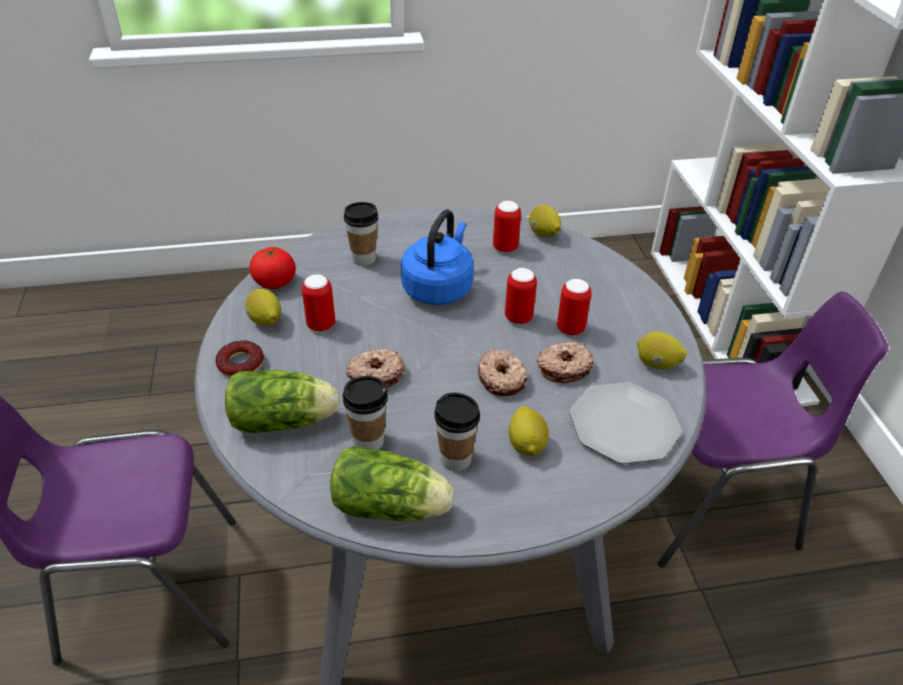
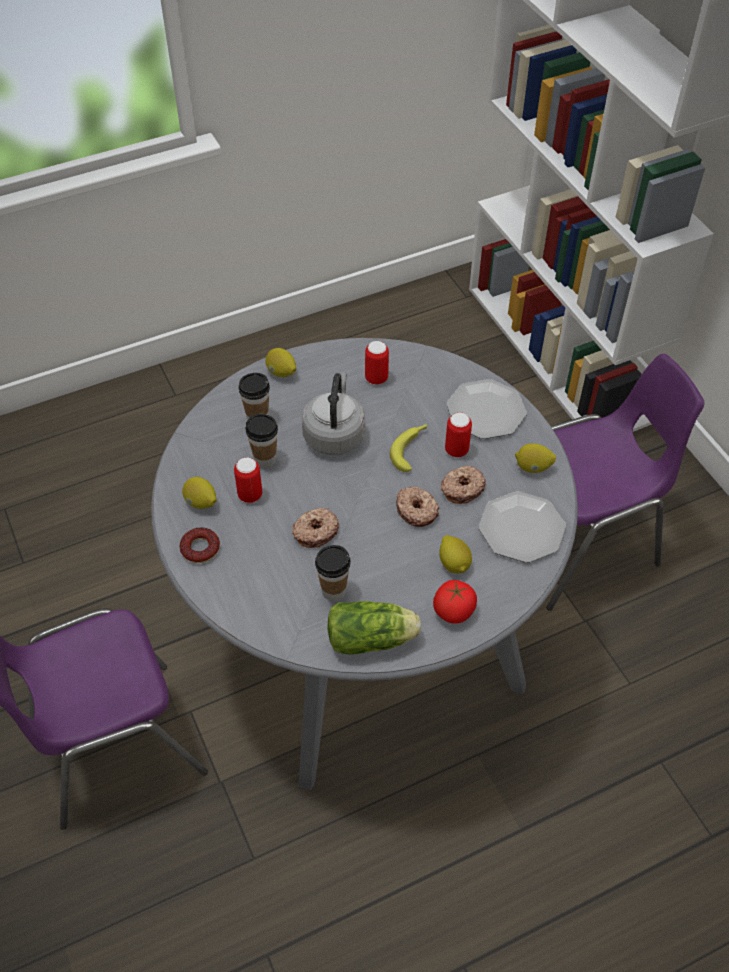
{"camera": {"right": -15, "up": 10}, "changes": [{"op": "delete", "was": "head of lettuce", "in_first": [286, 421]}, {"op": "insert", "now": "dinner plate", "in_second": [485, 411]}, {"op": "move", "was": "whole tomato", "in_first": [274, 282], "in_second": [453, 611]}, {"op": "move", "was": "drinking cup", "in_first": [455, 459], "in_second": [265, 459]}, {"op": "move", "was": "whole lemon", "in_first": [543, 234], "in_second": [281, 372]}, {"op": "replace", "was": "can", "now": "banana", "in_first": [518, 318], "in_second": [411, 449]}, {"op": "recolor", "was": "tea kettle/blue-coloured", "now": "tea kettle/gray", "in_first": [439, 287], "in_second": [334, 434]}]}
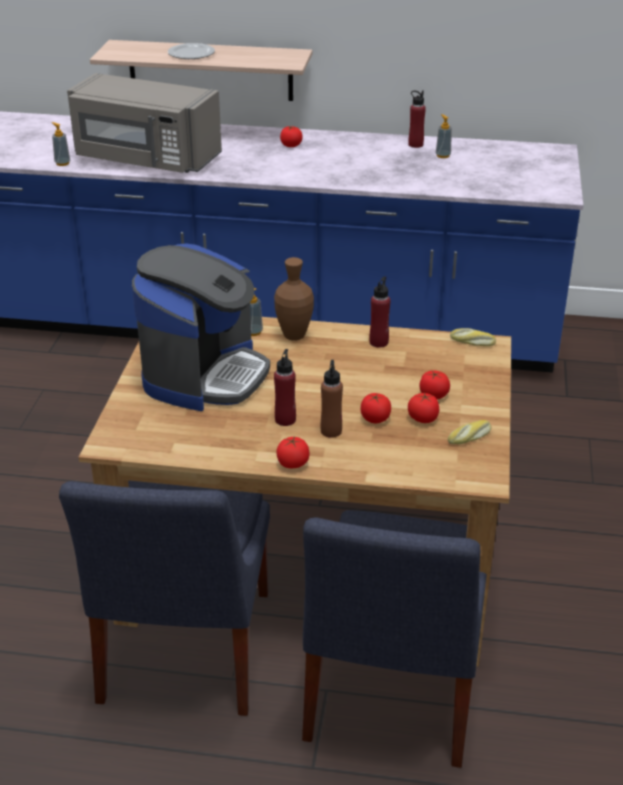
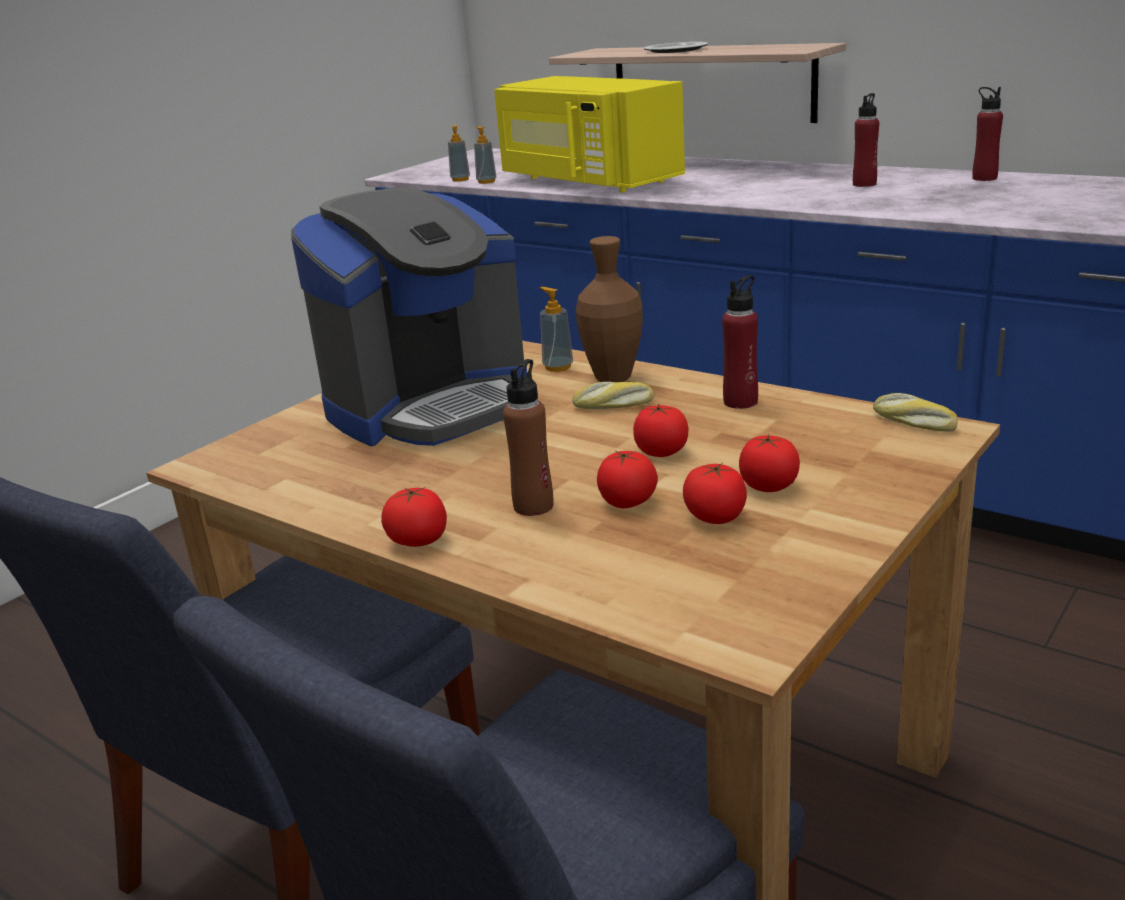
{"camera": {"right": 30, "up": -10}, "changes": [{"op": "move", "was": "drink bottle/red-coloured", "in_first": [285, 419], "in_second": [864, 184]}, {"op": "move", "was": "whole tomato", "in_first": [291, 145], "in_second": [661, 452]}, {"op": "move", "was": "liquid soap bottle", "in_first": [443, 155], "in_second": [460, 179]}, {"op": "move", "was": "bakery bread", "in_first": [470, 437], "in_second": [613, 405]}, {"op": "recolor", "was": "microwave oven/gray", "now": "microwave oven/yellow-coloured", "in_first": [146, 159], "in_second": [587, 181]}]}
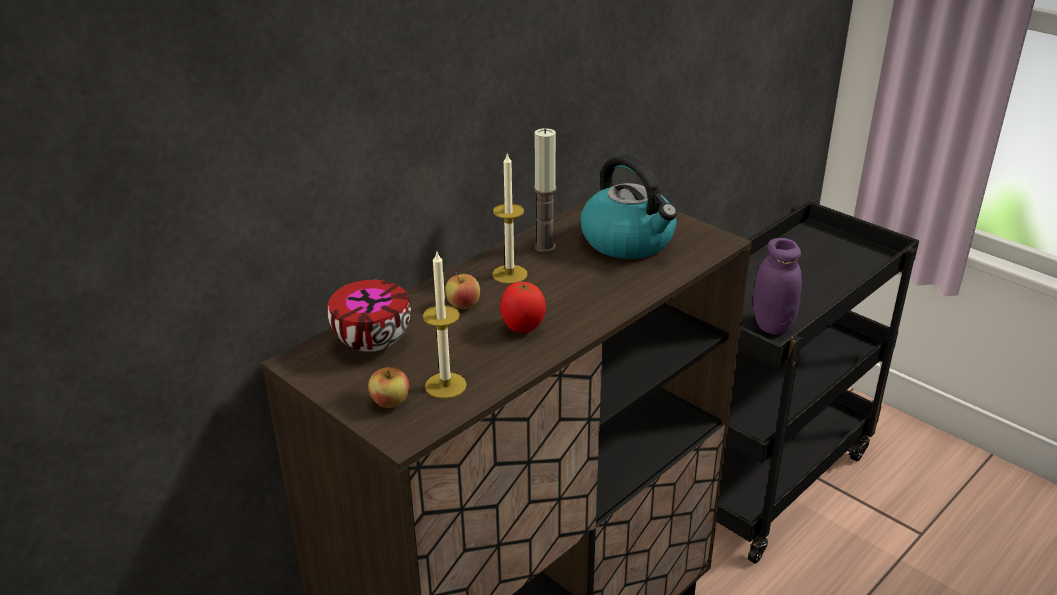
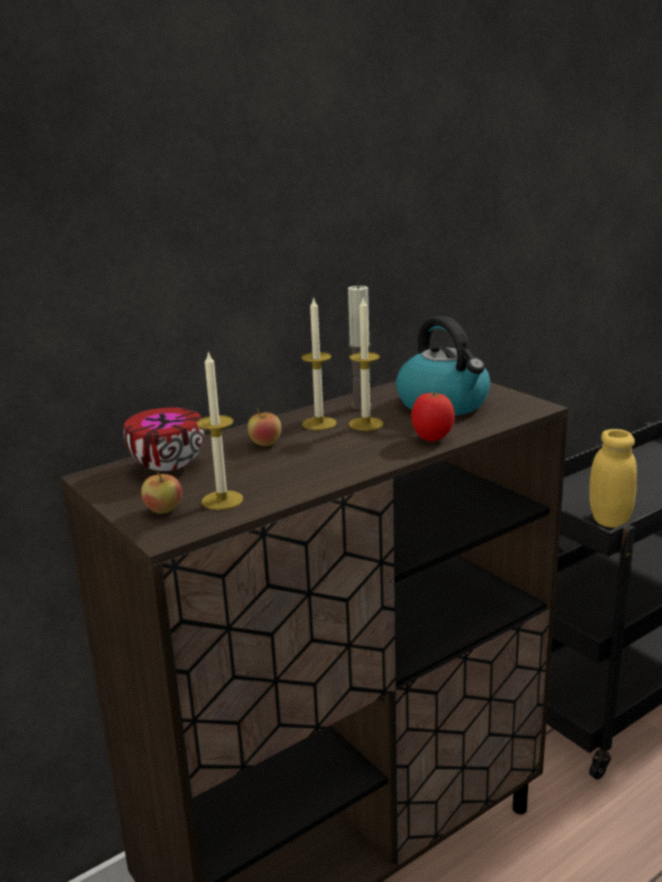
{"camera": {"right": 10, "up": -10}, "changes": [{"op": "insert", "now": "wax light", "in_second": [366, 424]}, {"op": "move", "was": "whole tomato", "in_first": [522, 328], "in_second": [432, 439]}, {"op": "recolor", "was": "storage jar/purple-coloured", "now": "storage jar/yellow-coloured", "in_first": [772, 325], "in_second": [609, 520]}]}
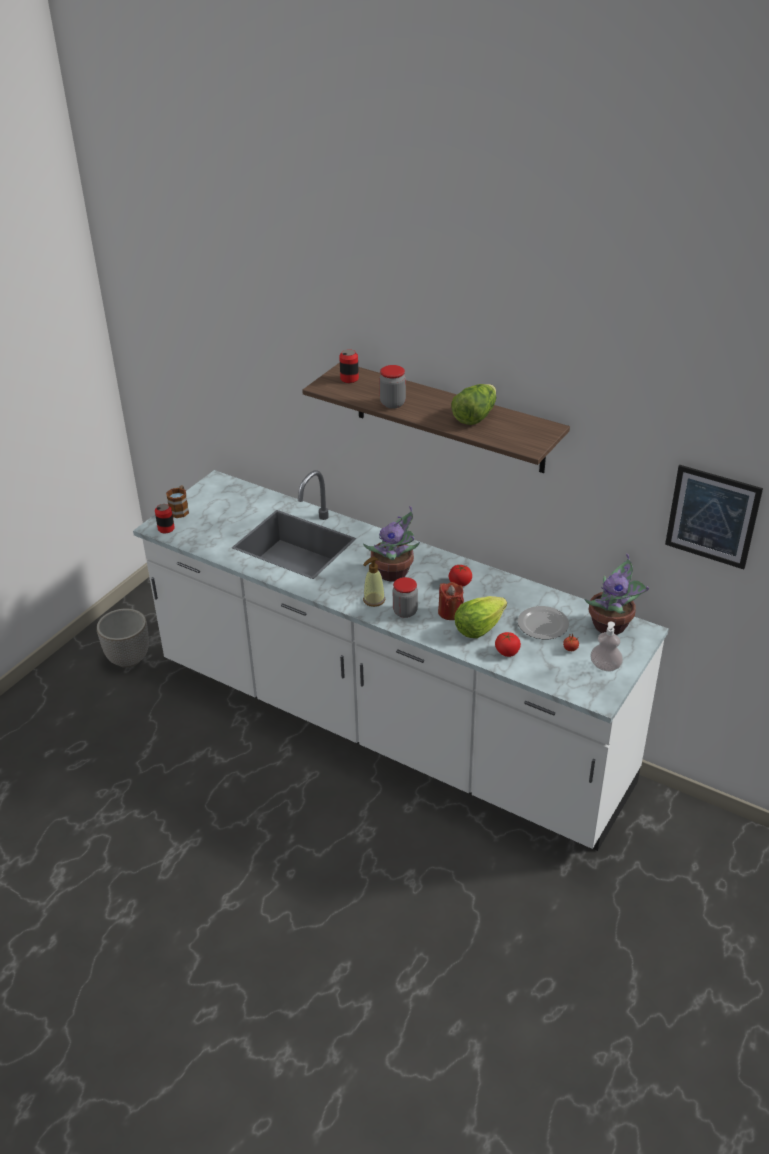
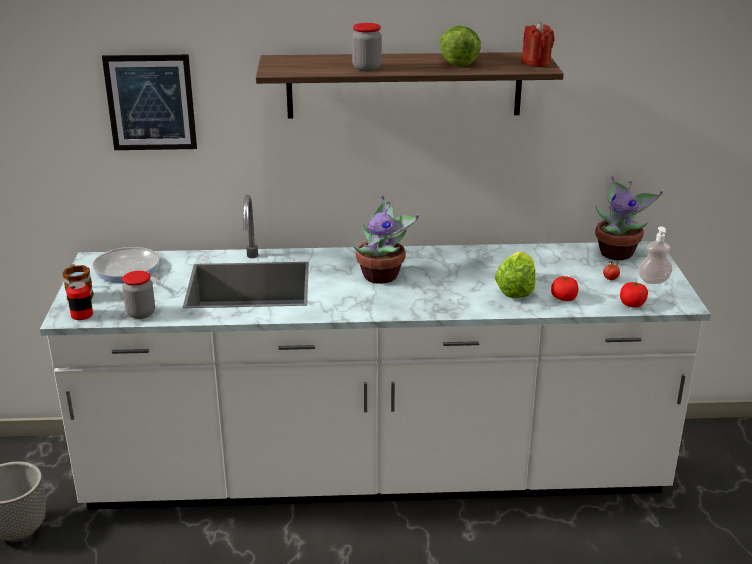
{"camera": {"right": -35, "up": -10}, "changes": [{"op": "delete", "was": "can", "in_first": [349, 379]}, {"op": "delete", "was": "liquid soap bottle", "in_first": [374, 600]}, {"op": "delete", "was": "dinner plate", "in_first": [542, 625]}, {"op": "insert", "now": "pan", "in_second": [129, 271]}, {"op": "move", "was": "storage jar", "in_first": [405, 612], "in_second": [141, 313]}, {"op": "move", "was": "wax light/red-coloured", "in_first": [450, 612], "in_second": [536, 63]}, {"op": "move", "was": "whole tomato", "in_first": [460, 583], "in_second": [632, 304]}, {"op": "move", "was": "wall picture", "in_first": [712, 516], "in_second": [150, 102]}]}
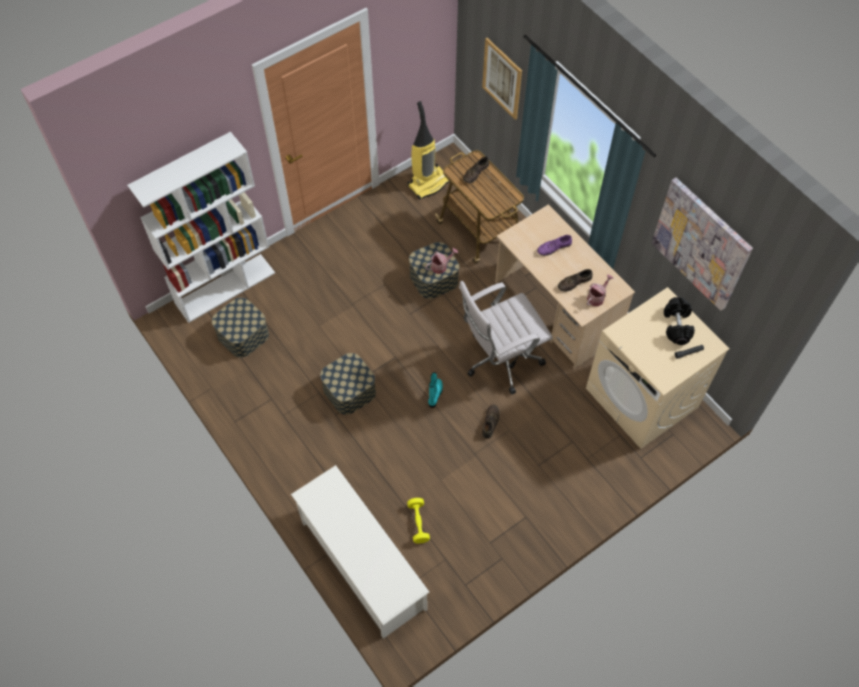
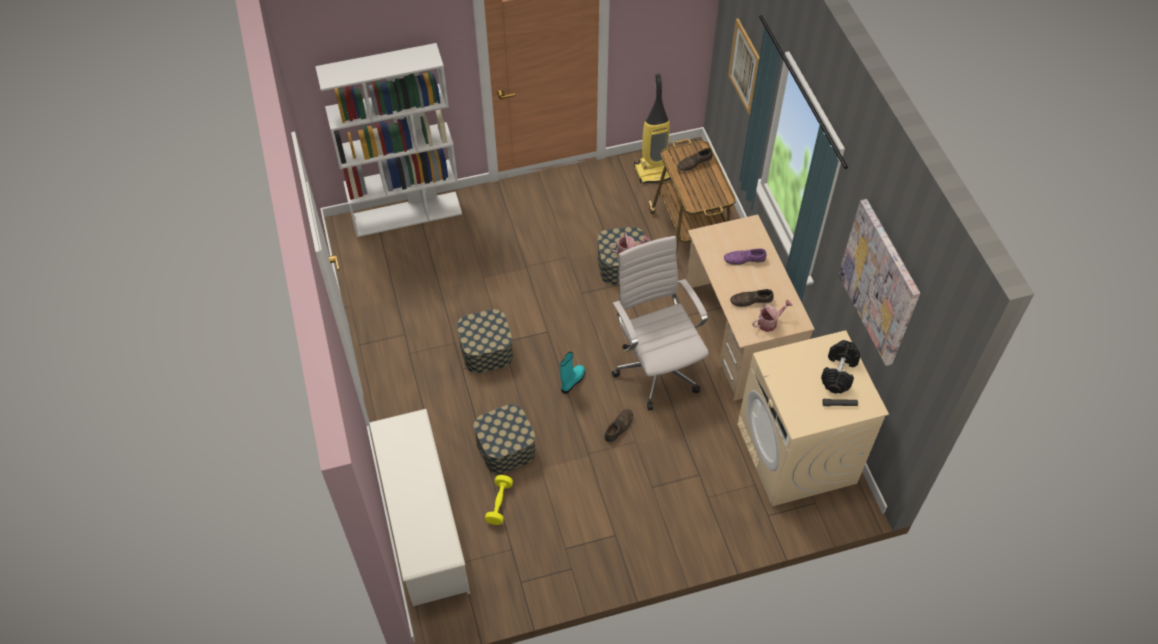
{"camera": {"right": 20, "up": -5}, "changes": [{"op": "move", "was": "storage bin", "in_first": [243, 335], "in_second": [505, 447]}, {"op": "rotate", "was": "desk chair/whitish", "in_first": [499, 360], "in_second": [656, 368], "clockwise": 75}]}
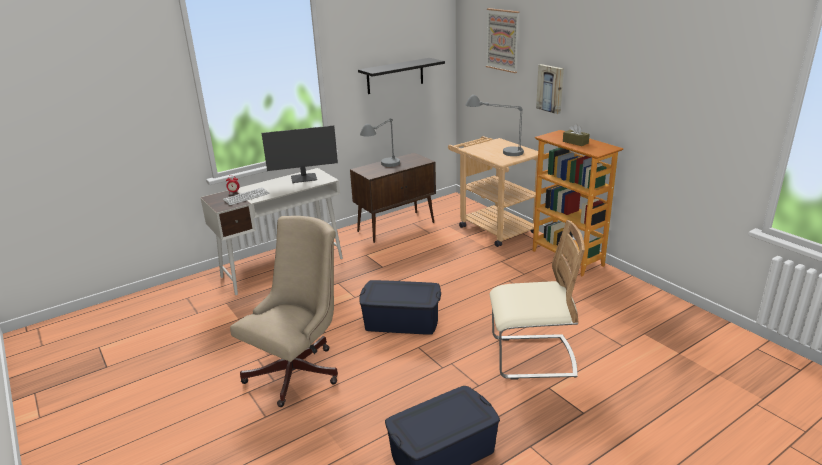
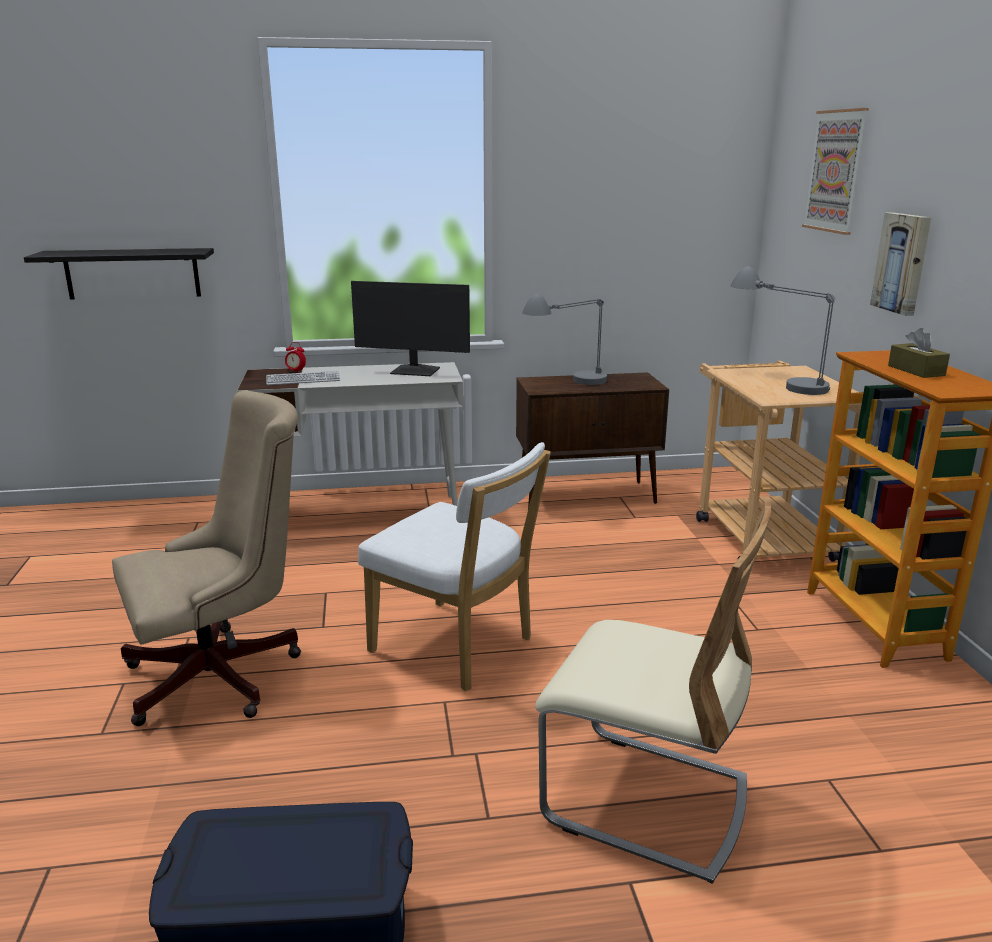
{"camera": {"right": 25, "up": -5}, "changes": [{"op": "move", "was": "shelf/blackish", "in_first": [395, 76], "in_second": [132, 273]}, {"op": "replace", "was": "storage bin/blue-coloured", "now": "chair/whitish", "in_first": [401, 321], "in_second": [457, 648]}]}
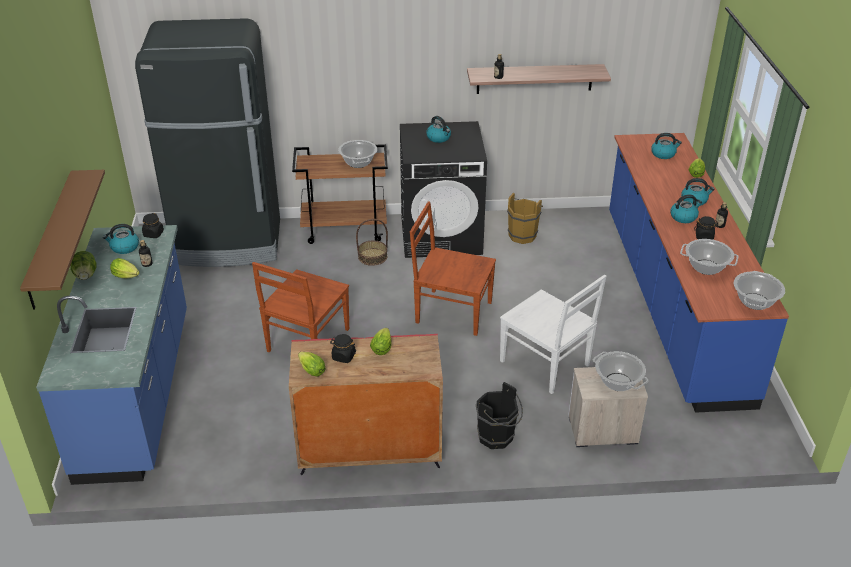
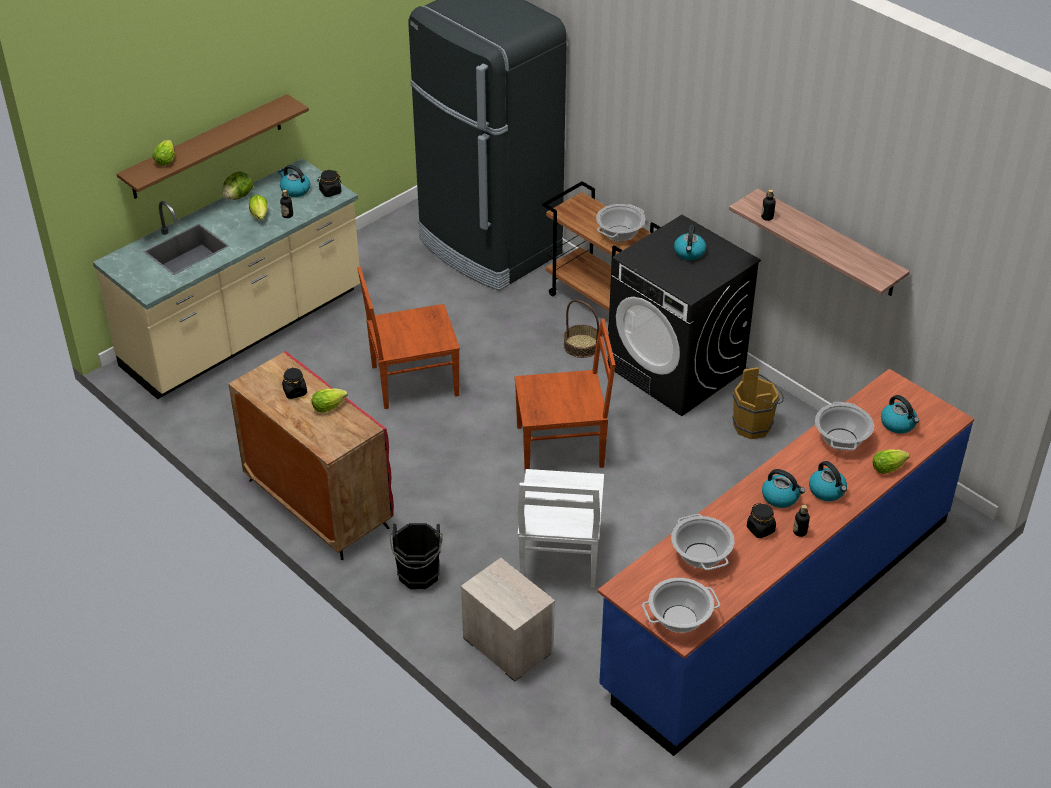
{"camera": {"right": 50, "up": 5}, "changes": [{"op": "move", "was": "head of lettuce", "in_first": [310, 370], "in_second": [166, 159]}, {"op": "move", "was": "stockpot", "in_first": [617, 382], "in_second": [841, 439]}, {"op": "recolor", "was": "counter/blue-coloured", "now": "counter/beige", "in_first": [137, 393], "in_second": [244, 330]}, {"op": "rotate", "was": "chair/brown", "in_first": [451, 312], "in_second": [562, 446], "clockwise": 105}]}
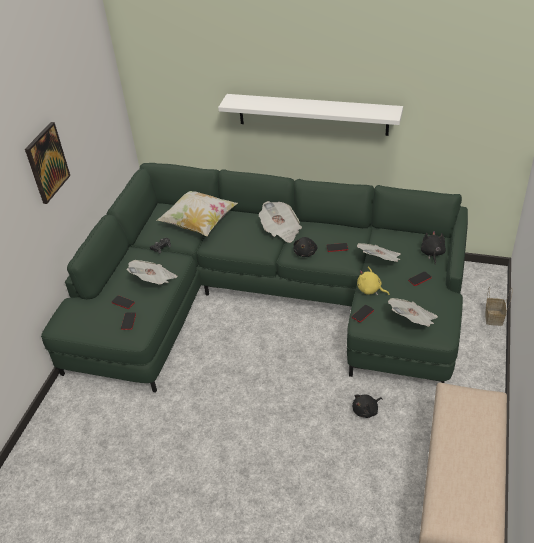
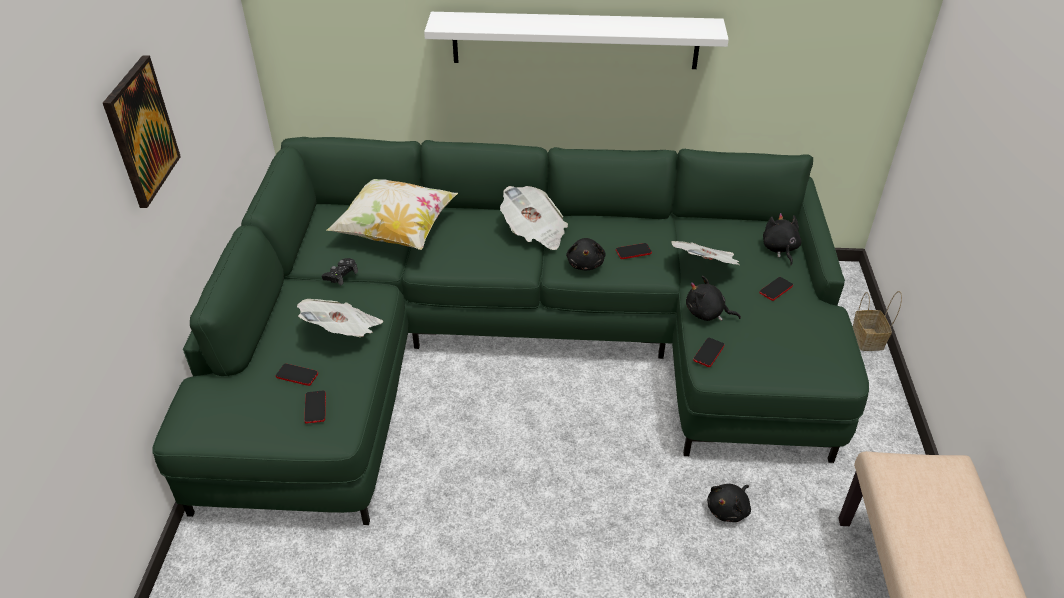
{"camera": {"right": -15, "up": 0}, "changes": [{"op": "delete", "was": "daily paper", "in_first": [413, 321]}, {"op": "recolor", "was": "plush toy/yellow-coloured", "now": "plush toy/blackish", "in_first": [370, 290], "in_second": [707, 313]}]}
